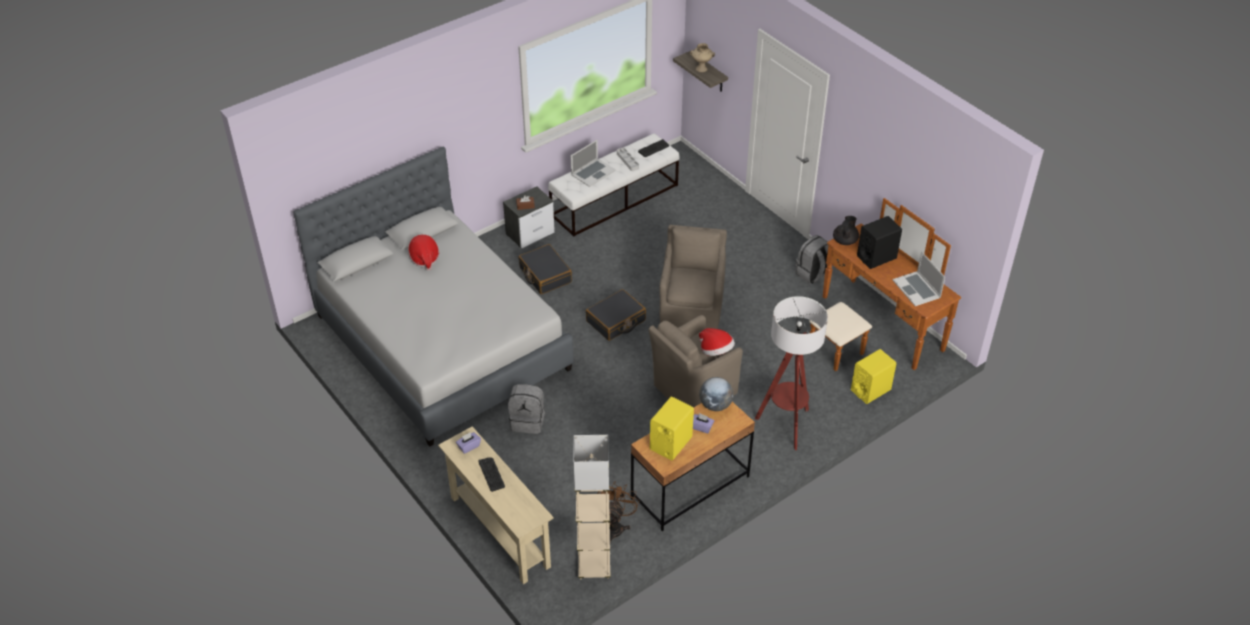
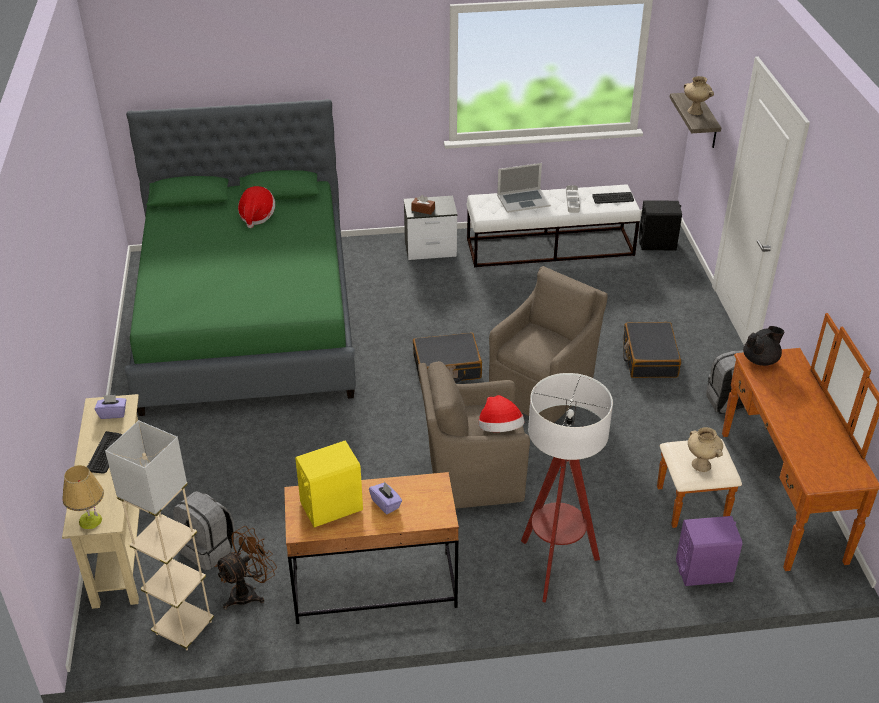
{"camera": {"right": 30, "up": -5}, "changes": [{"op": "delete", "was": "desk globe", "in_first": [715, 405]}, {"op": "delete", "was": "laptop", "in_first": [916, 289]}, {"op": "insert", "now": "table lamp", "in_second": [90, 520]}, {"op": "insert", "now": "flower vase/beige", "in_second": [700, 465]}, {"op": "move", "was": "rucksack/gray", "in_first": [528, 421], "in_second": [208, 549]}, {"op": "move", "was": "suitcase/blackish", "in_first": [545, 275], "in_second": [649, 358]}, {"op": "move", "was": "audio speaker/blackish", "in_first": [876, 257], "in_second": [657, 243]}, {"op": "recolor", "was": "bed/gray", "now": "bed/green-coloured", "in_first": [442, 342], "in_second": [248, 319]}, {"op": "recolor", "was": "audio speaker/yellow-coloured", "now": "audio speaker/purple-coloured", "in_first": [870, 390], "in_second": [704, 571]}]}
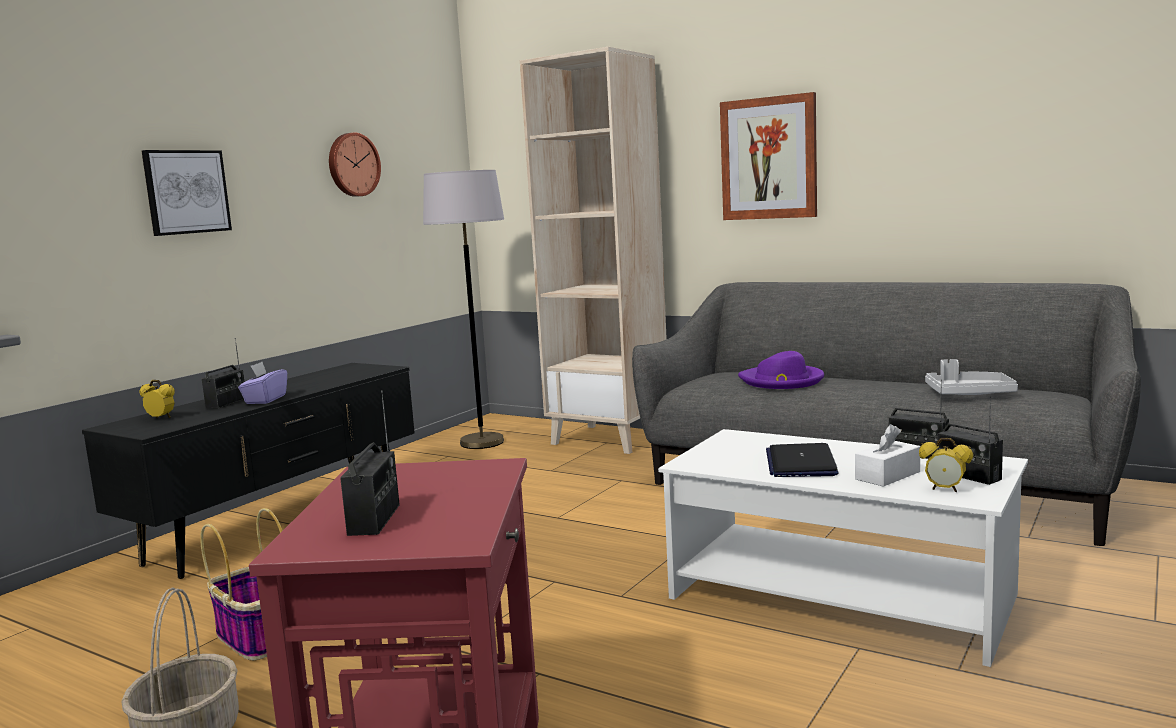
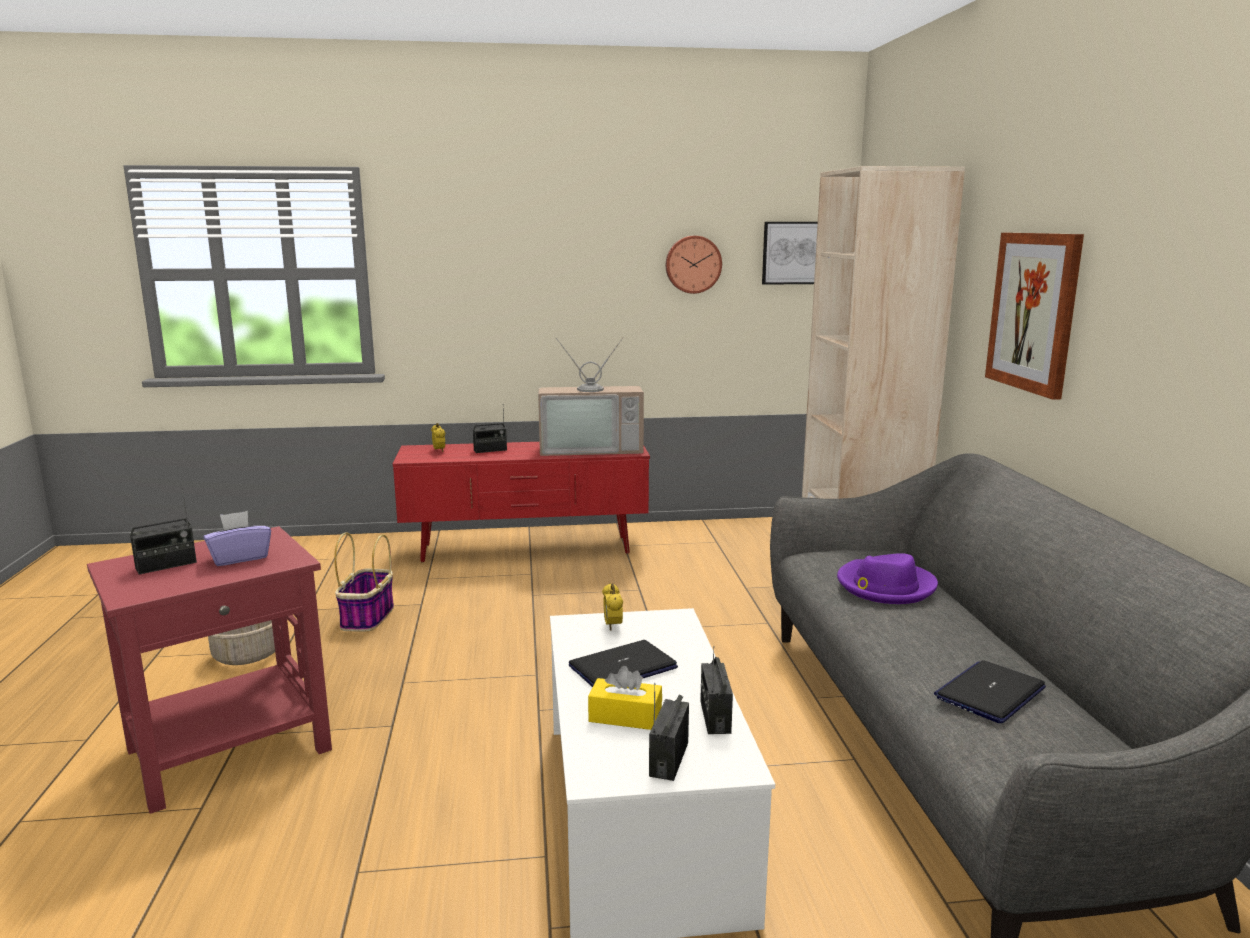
{"camera": {"right": 50, "up": 5}, "changes": [{"op": "delete", "was": "standard lamp/gray", "in_first": [482, 442]}, {"op": "insert", "now": "TV", "in_second": [591, 448]}, {"op": "move", "was": "wall picture", "in_first": [186, 192], "in_second": [793, 253]}, {"op": "move", "was": "tissue box/purple-coloured", "in_first": [265, 400], "in_second": [240, 558]}, {"op": "move", "was": "alarm clock", "in_first": [945, 489], "in_second": [612, 626]}, {"op": "replace", "was": "carrying tray/gray", "now": "laptop", "in_first": [968, 394], "in_second": [990, 693]}, {"op": "recolor", "was": "tv unit/blackish", "now": "tv unit/red-coloured", "in_first": [281, 524], "in_second": [526, 550]}, {"op": "recolor", "was": "tissue box/whitish", "now": "tissue box/yellow-coloured", "in_first": [887, 475], "in_second": [625, 716]}]}
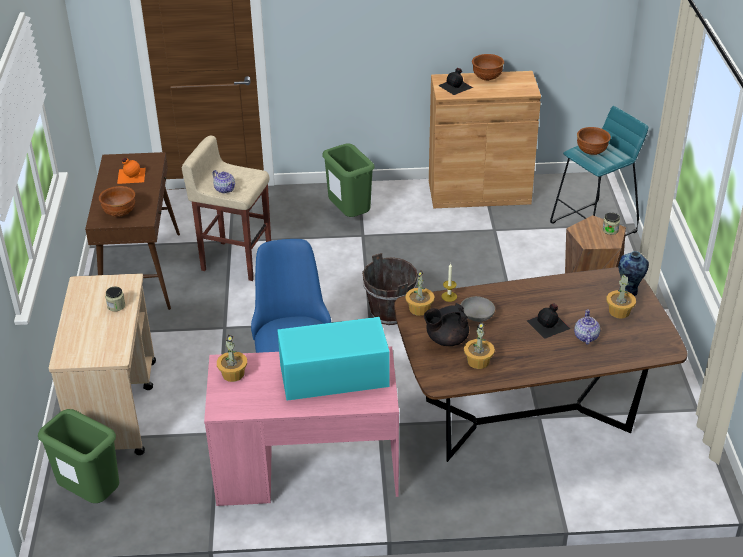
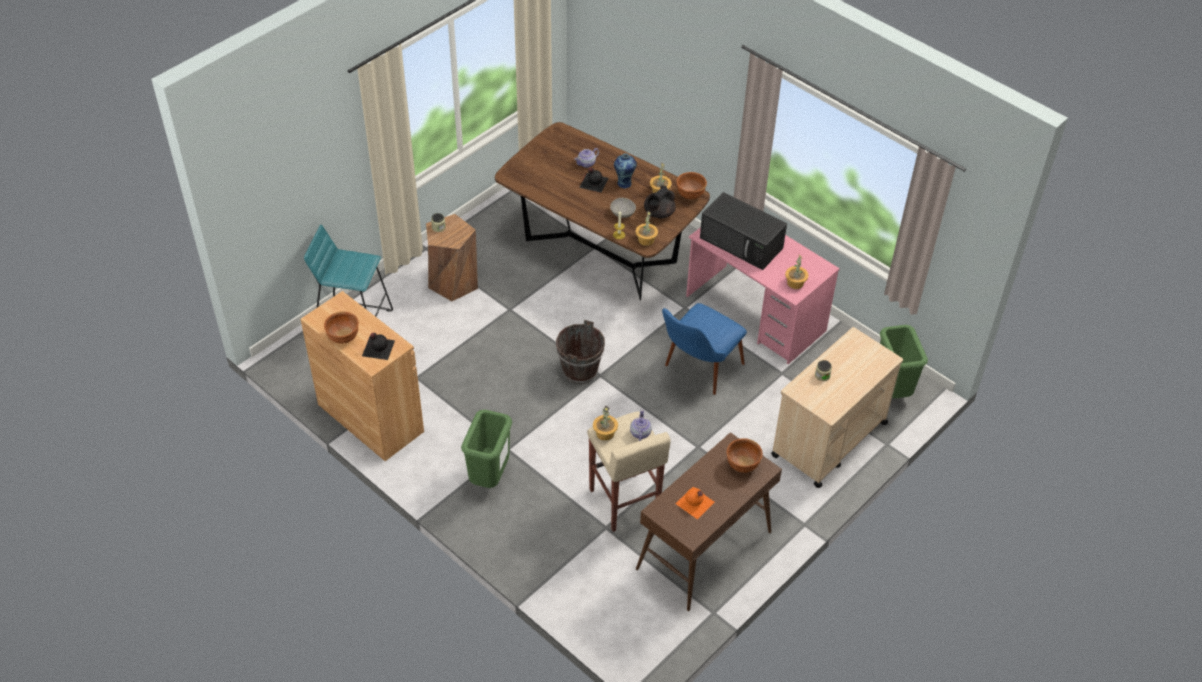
{"camera": {"right": -135, "up": 10}, "changes": [{"op": "move", "was": "deep dish/brown", "in_first": [592, 152], "in_second": [690, 195]}, {"op": "move", "was": "potted plant", "in_first": [619, 312], "in_second": [605, 433]}, {"op": "move", "was": "flower vase", "in_first": [629, 291], "in_second": [624, 183]}, {"op": "recolor", "was": "microwave oven/turquoise", "now": "microwave oven/blackish", "in_first": [332, 376], "in_second": [742, 243]}, {"op": "rotate", "was": "tea pot/blackish", "in_first": [446, 340], "in_second": [658, 213], "clockwise": 105}]}
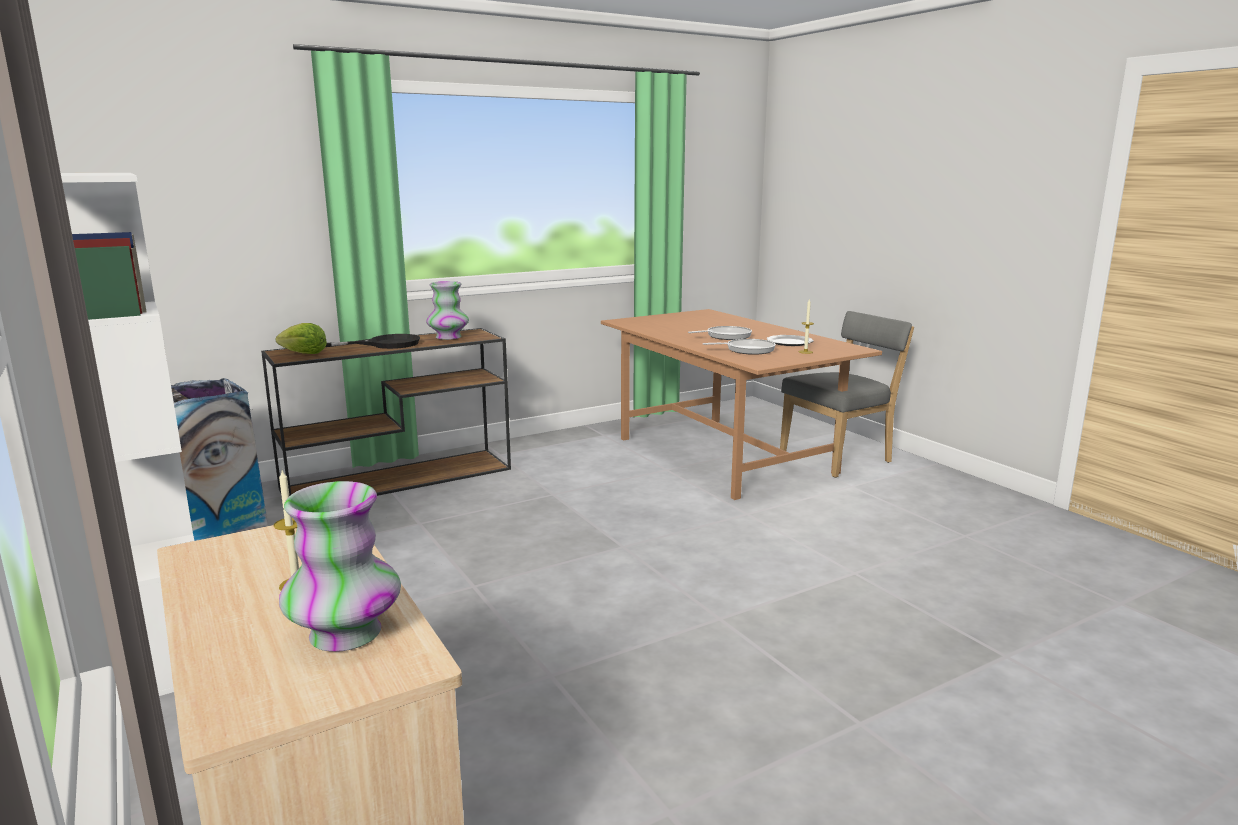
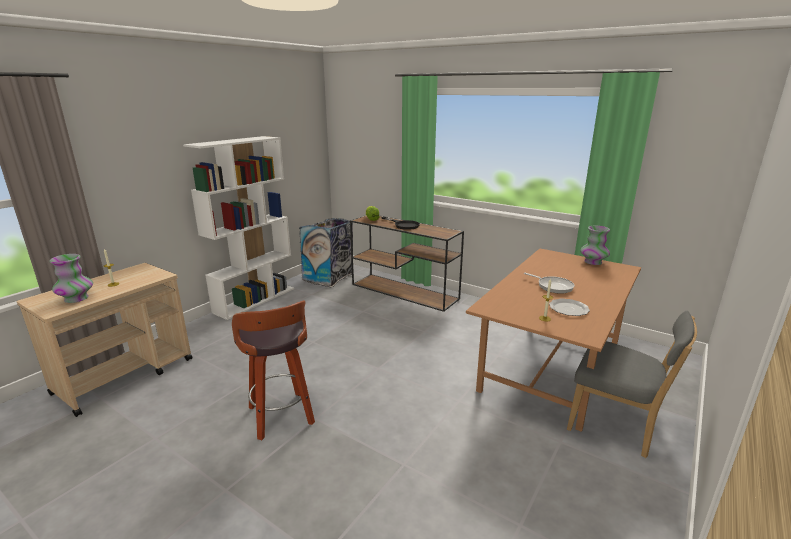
{"camera": {"right": 65, "up": 5}, "changes": [{"op": "delete", "was": "pan", "in_first": [747, 350]}, {"op": "insert", "now": "stool seat", "in_second": [282, 417]}, {"op": "move", "was": "flower vase", "in_first": [448, 337], "in_second": [593, 262]}]}
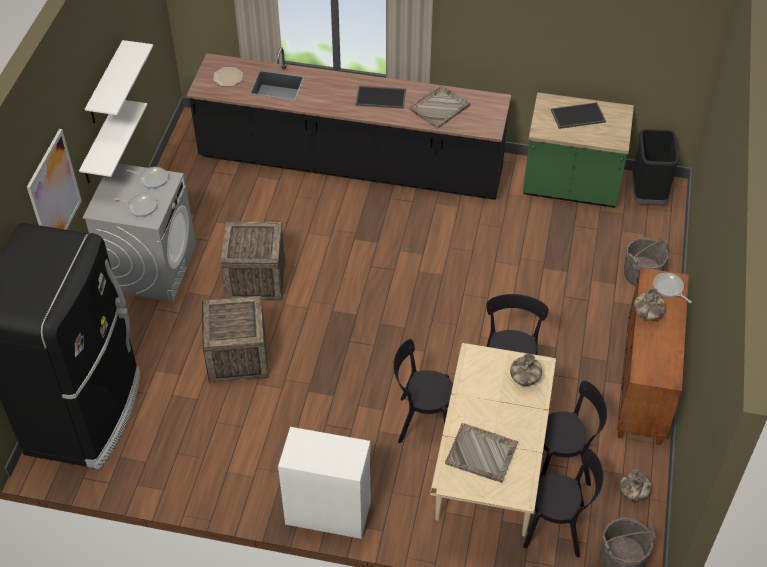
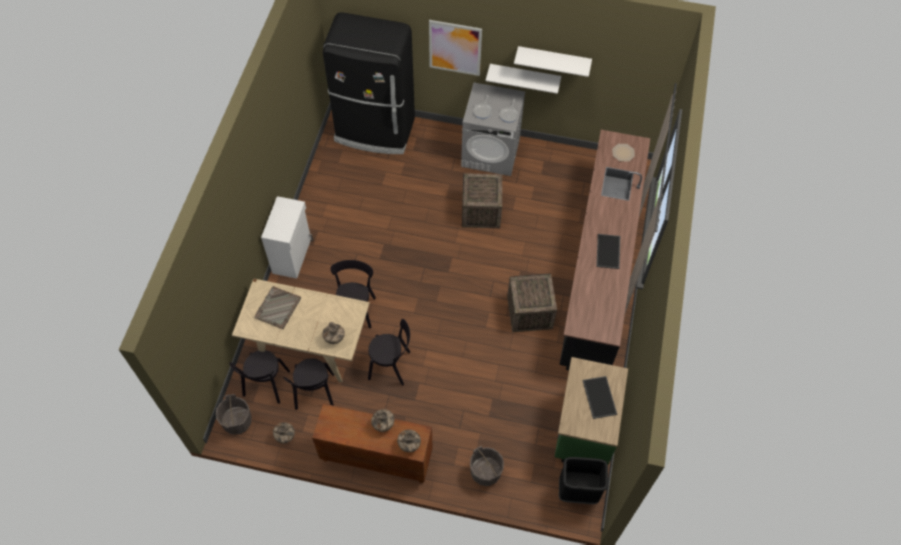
{"camera": {"right": 90, "up": 10}, "changes": [{"op": "delete", "was": "carrying tray/gray", "in_first": [440, 107]}, {"op": "move", "was": "crate", "in_first": [237, 357], "in_second": [529, 312]}, {"op": "replace", "was": "pan", "now": "flower vase", "in_first": [669, 288], "in_second": [409, 444]}]}
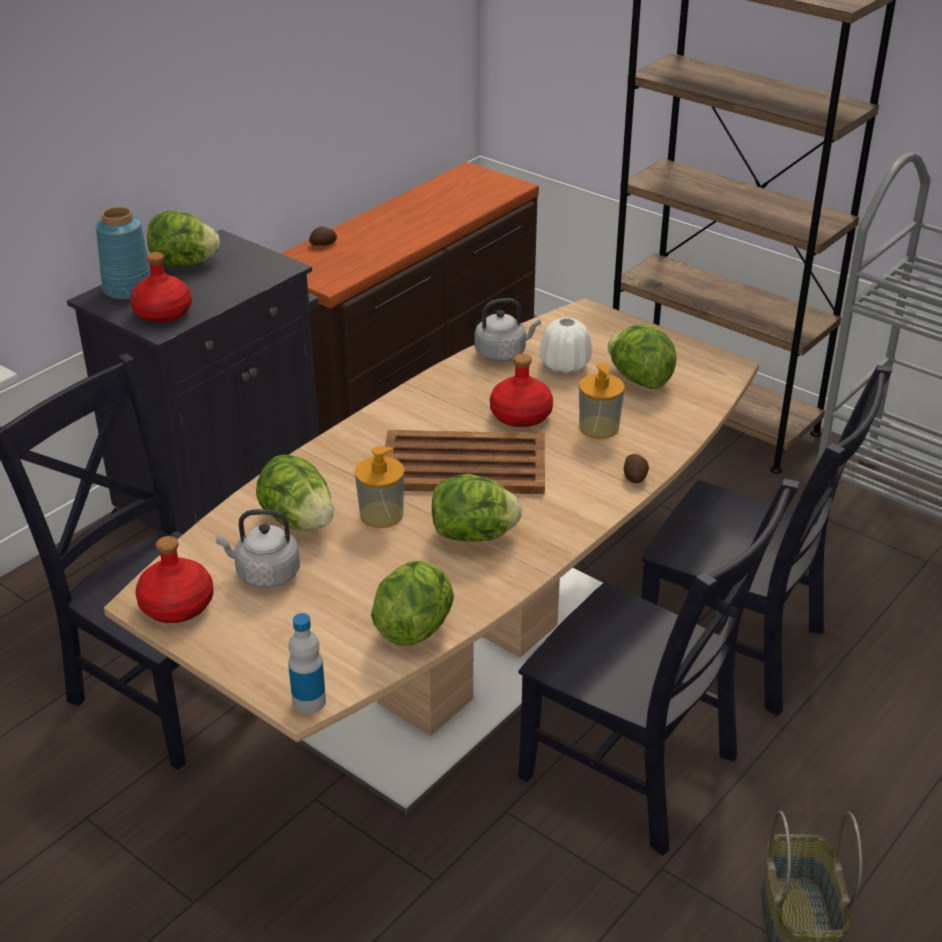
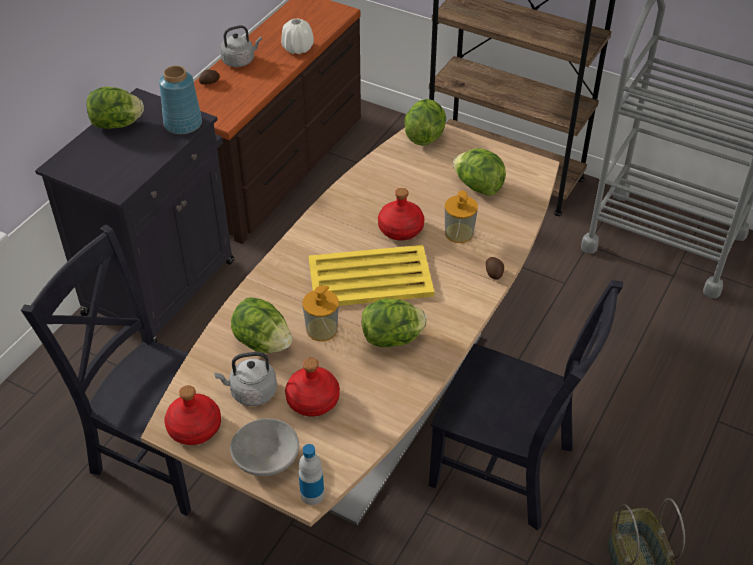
{"camera": {"right": -10, "up": 10}, "changes": [{"op": "delete", "was": "chair/blackish", "in_first": [738, 649]}, {"op": "insert", "now": "deep dish/gray", "in_second": [266, 459]}, {"op": "move", "was": "flower vase/blue-coloured", "in_first": [128, 288], "in_second": [183, 124]}, {"op": "move", "was": "drink bottle/red-coloured", "in_first": [162, 312], "in_second": [312, 400]}, {"op": "move", "was": "head of lettuce", "in_first": [415, 627], "in_second": [424, 136]}, {"op": "move", "was": "tea kettle/gray", "in_first": [503, 353], "in_second": [240, 61]}, {"op": "move", "was": "flower vase/whitish", "in_first": [565, 365], "in_second": [298, 48]}, {"op": "recolor", "was": "carrying tray/brown", "now": "carrying tray/yellow-coloured", "in_first": [462, 464], "in_second": [369, 277]}]}
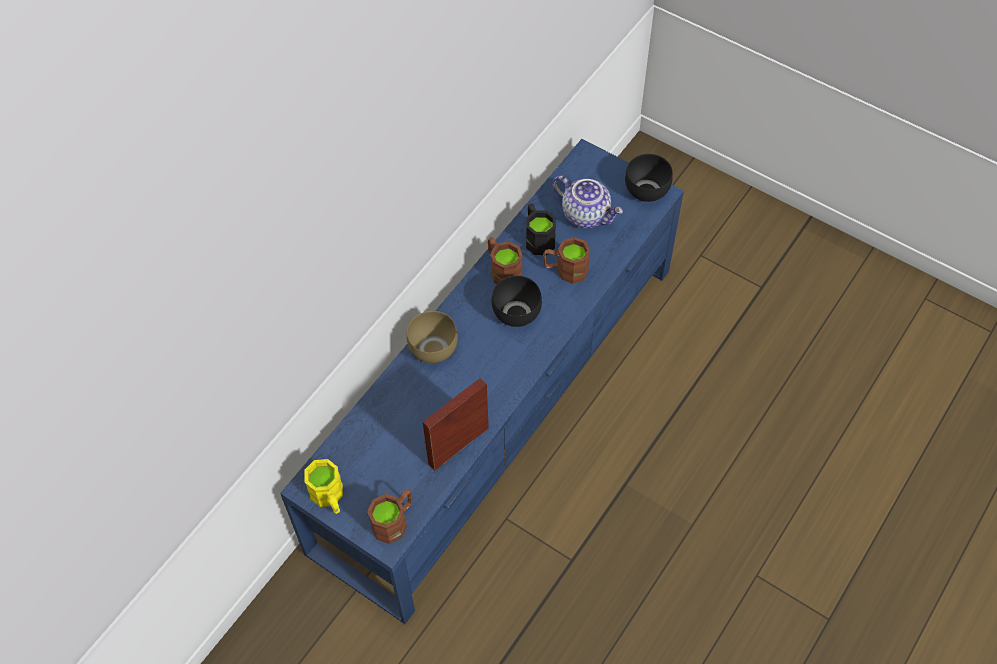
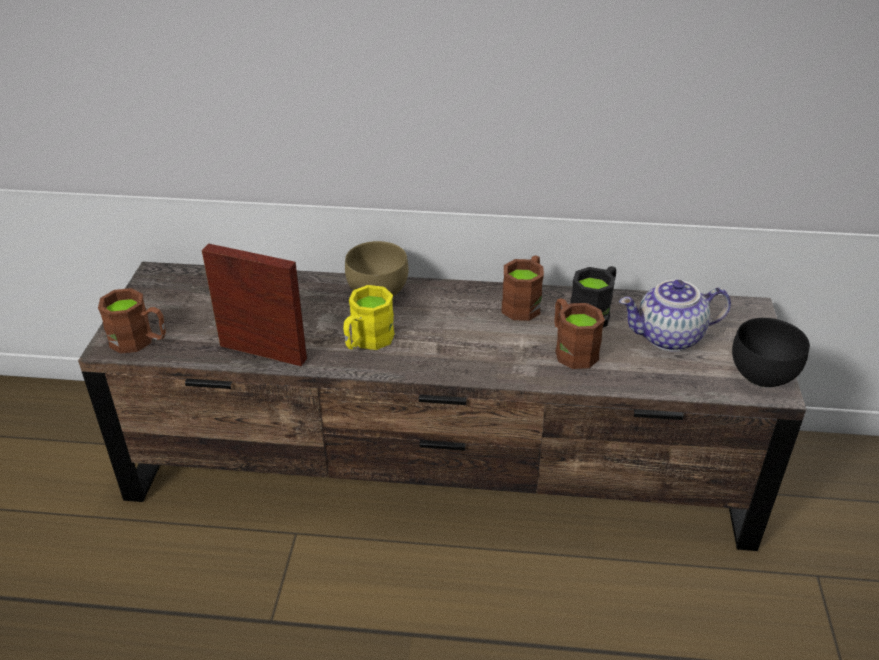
{"camera": {"right": 60, "up": -20}, "changes": [{"op": "delete", "was": "deep dish/blackish", "in_first": [517, 312]}, {"op": "move", "was": "tea mug/yellow-coloured", "in_first": [329, 497], "in_second": [367, 341]}, {"op": "recolor", "was": "tv unit/blue-coloured", "now": "tv unit/brown", "in_first": [500, 402], "in_second": [442, 467]}, {"op": "rotate", "was": "tea pot", "in_first": [587, 214], "in_second": [668, 338], "clockwise": 75}]}
